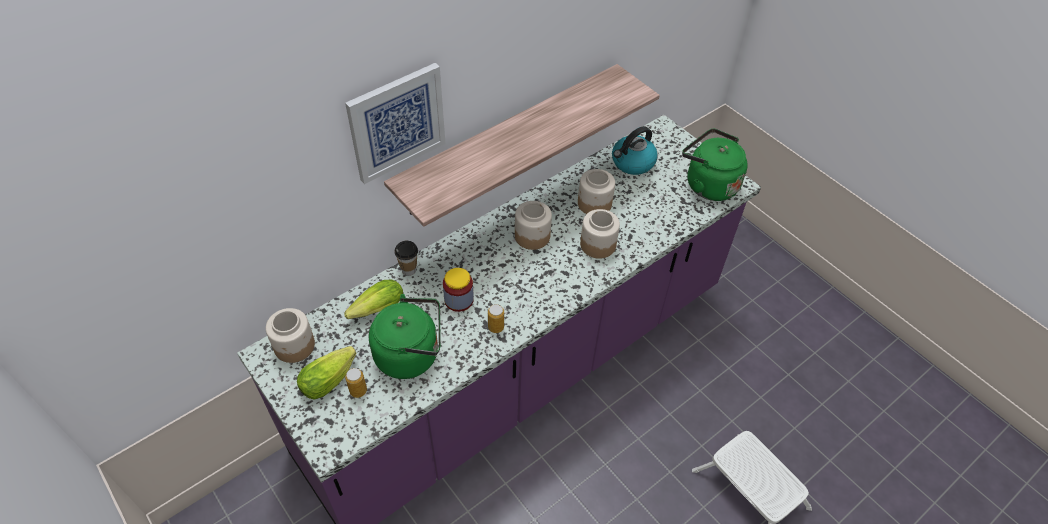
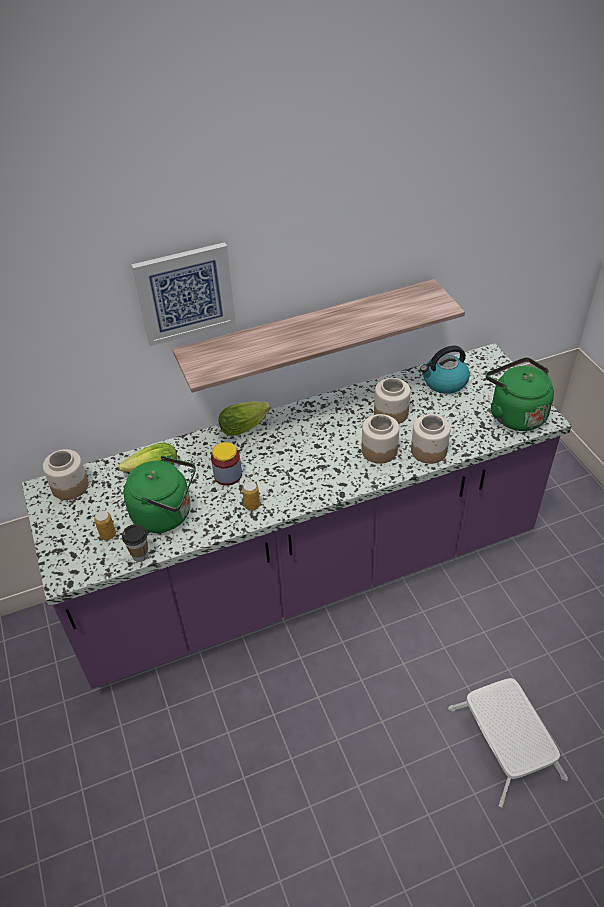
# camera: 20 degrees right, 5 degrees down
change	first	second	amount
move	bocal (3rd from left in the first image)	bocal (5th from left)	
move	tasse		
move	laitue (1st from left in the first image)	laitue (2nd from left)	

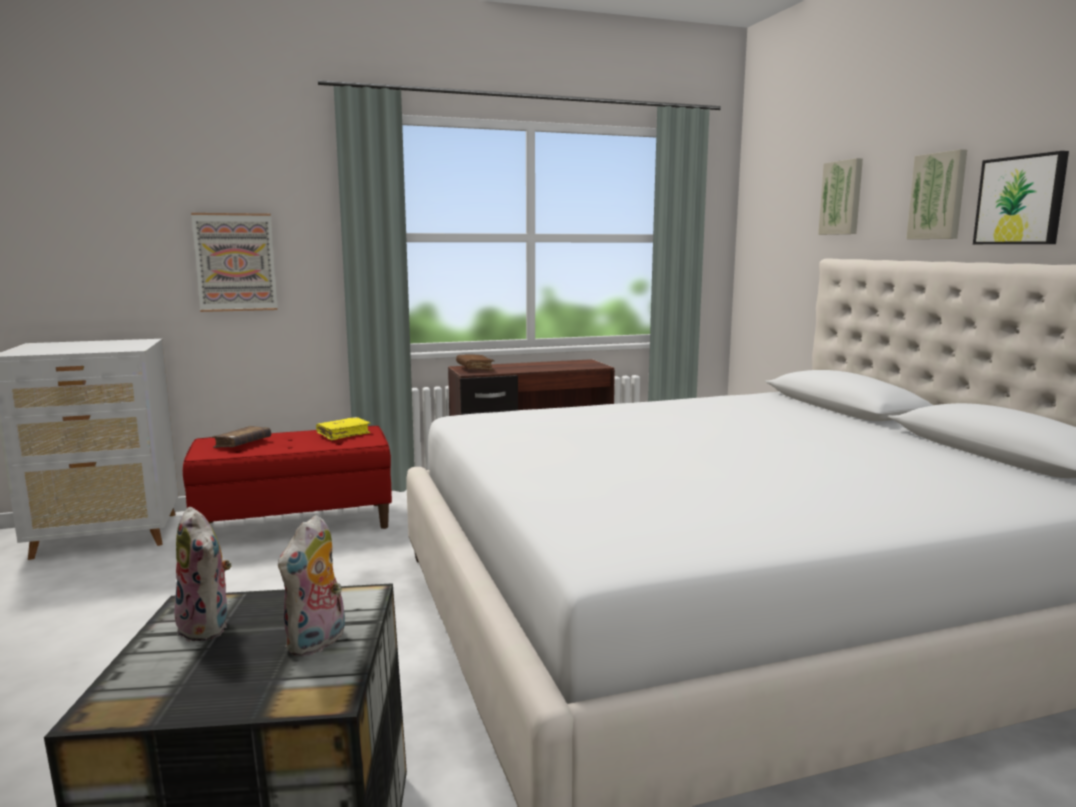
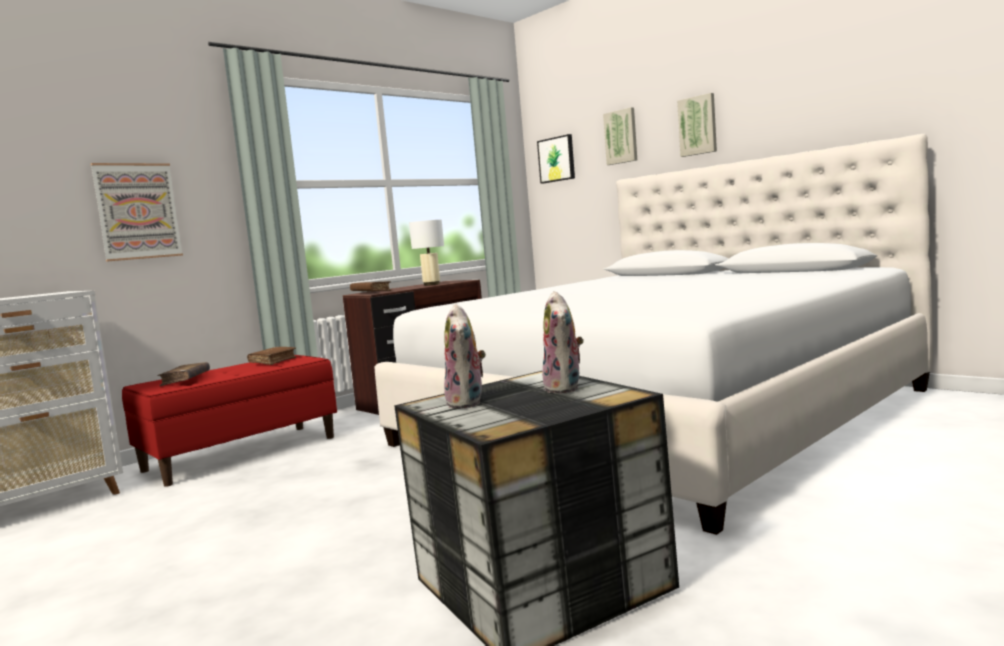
# camera: 25 degrees left, 5 degrees down
change	first	second	amount
move	tableau (4th from left in the first image)	tableau (2nd from left)	
recolor	livre/jaune	livre/marron (2nd from left)	
rotate	peluche (1st from left)		60 degrees clockwise
insert		lampe de table/blanc	

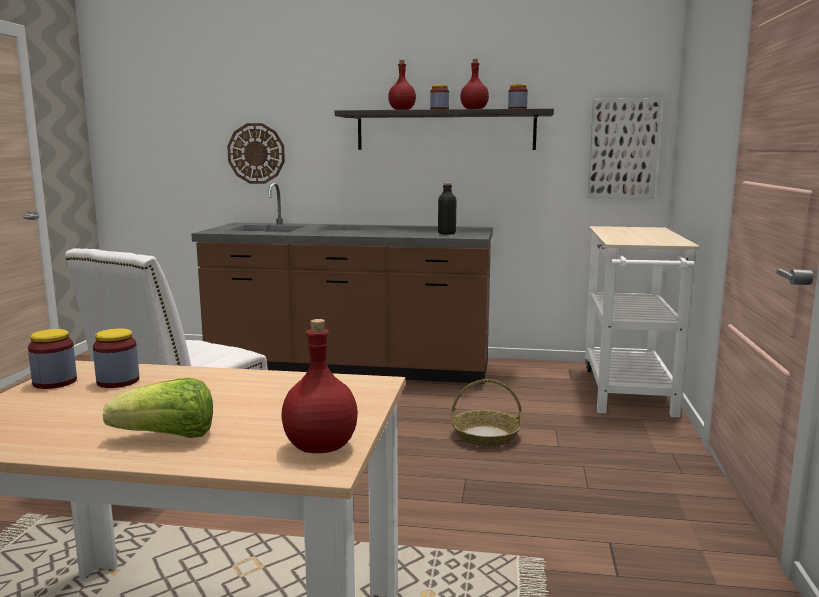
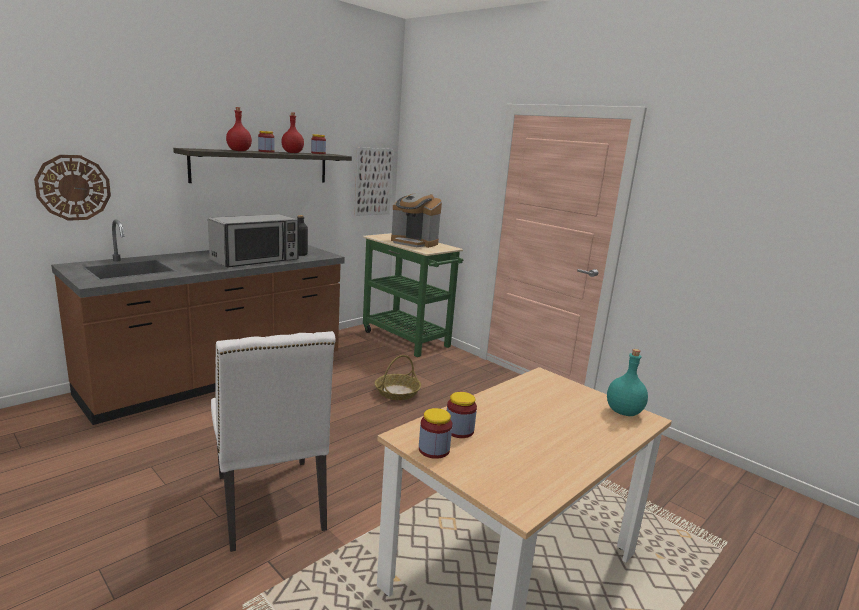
# camera: 55 degrees left, 5 degrees up
change	first	second	amount
recolor	chariot/blanc	chariot/vert	
recolor	bouteille/rouge (1st from left)	bouteille/turquoise	
delete	laitue		
insert		machine à café	
insert		micro-ondes	

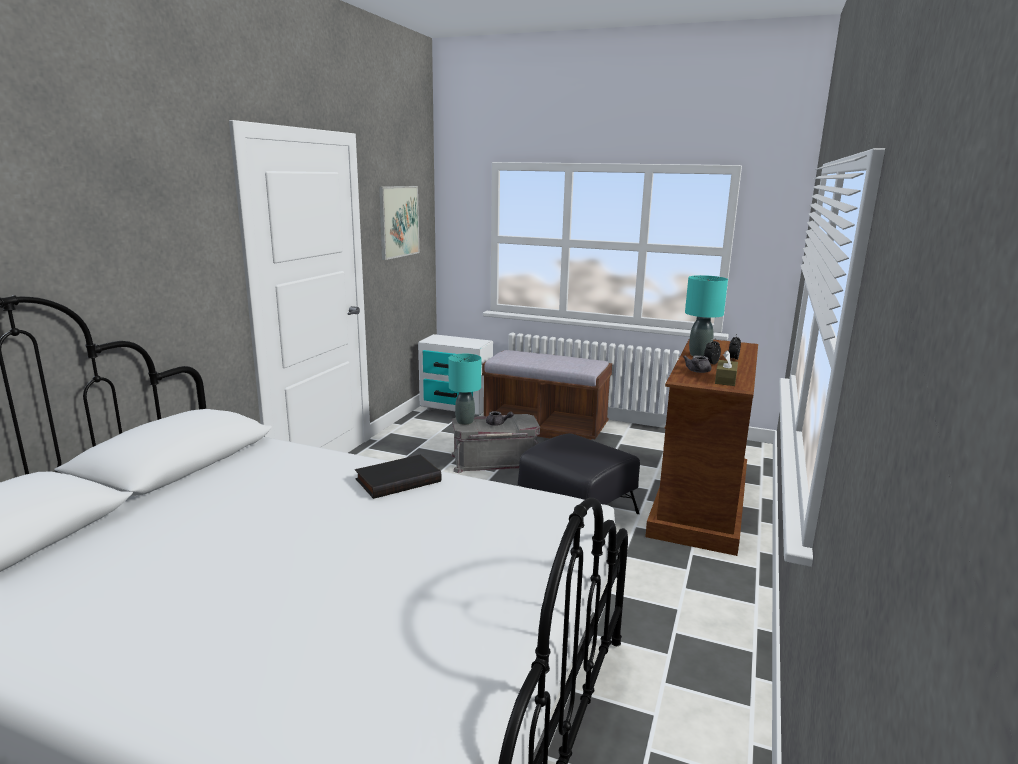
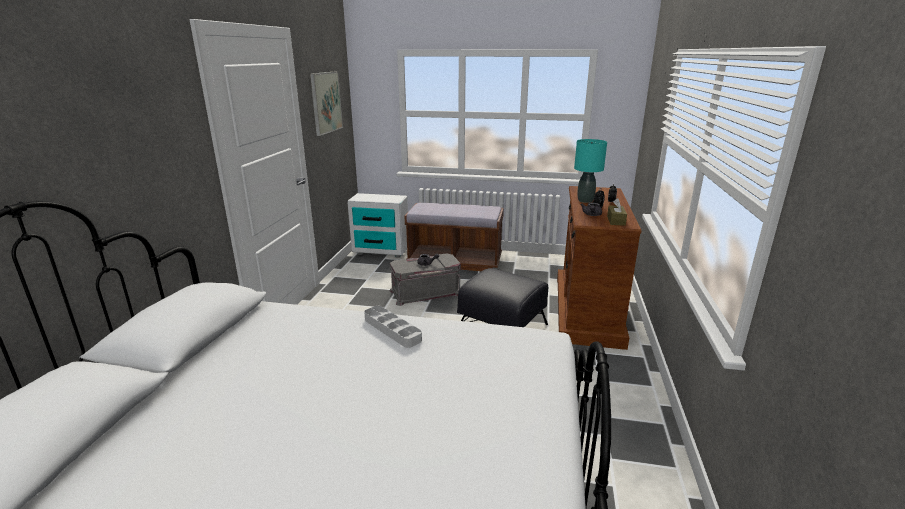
# camera: 10 degrees left, 5 degrees up
change	first	second	amount
delete	lampe de table/turquoise (1st from left)		
replace	livre/noir	plateau/gris	

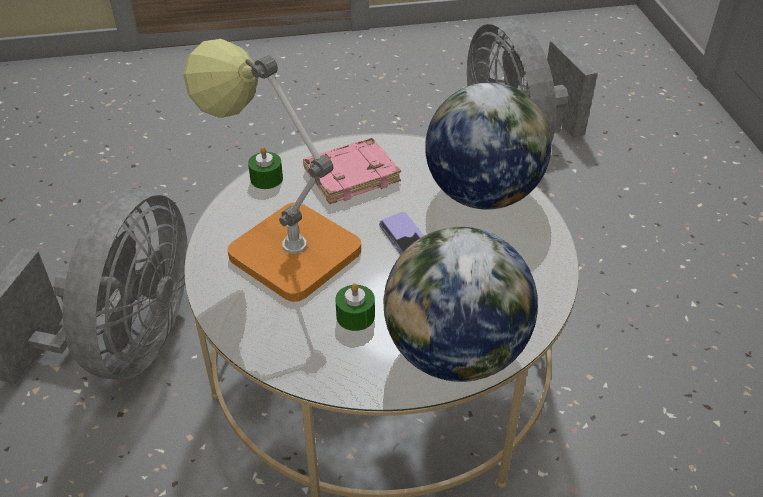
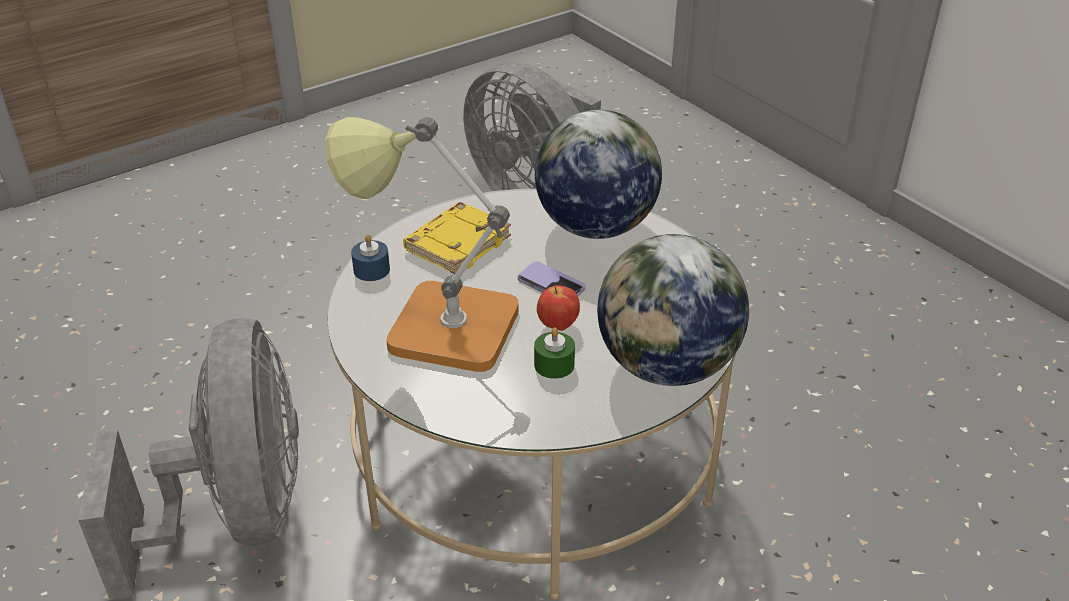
# camera: 25 degrees left, 5 degrees down
change	first	second	amount
recolor	livre/rose	livre/jaune	
recolor	bougie/vert (1st from left)	bougie/bleu	
insert		pomme	

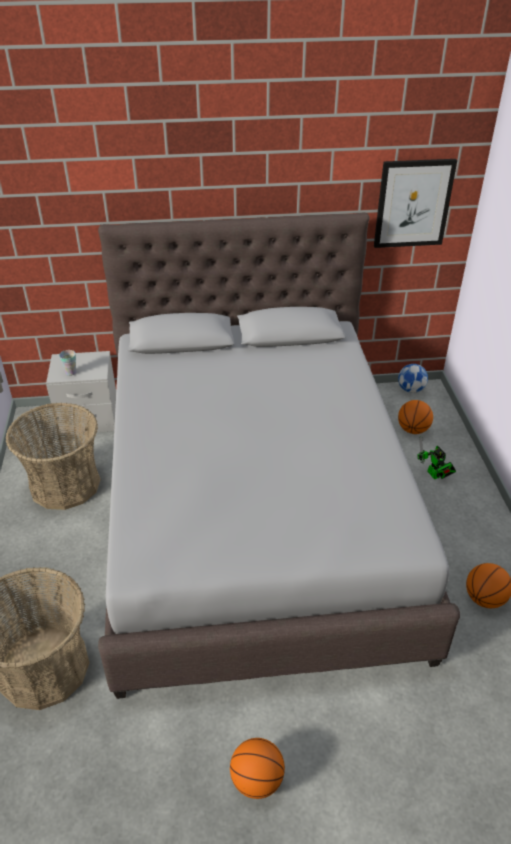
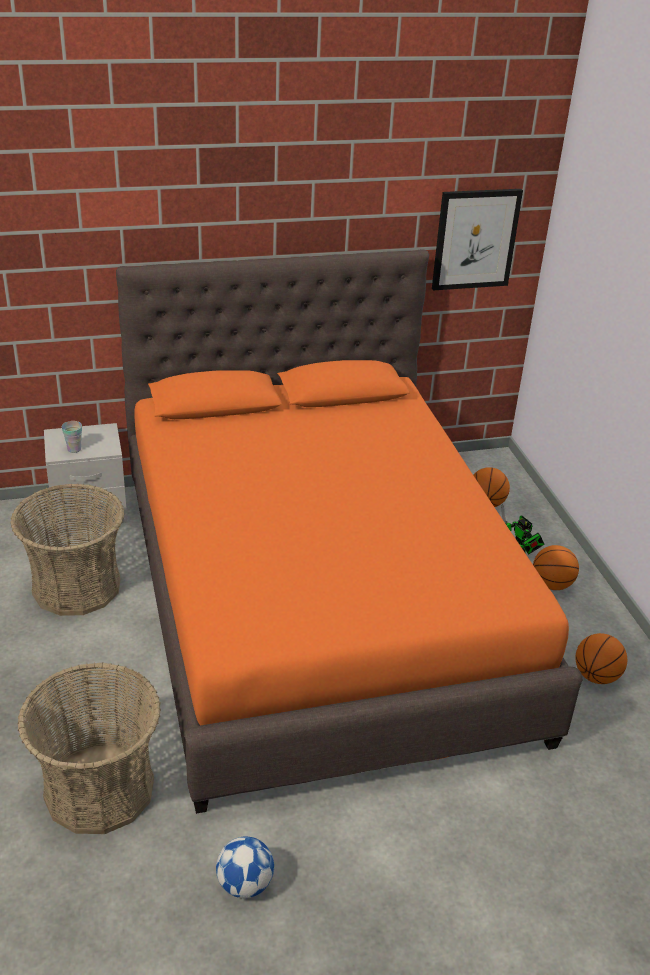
# camera: 10 degrees left, 5 degrees down
change	first	second	amount
recolor	lit/gris	lit/orange	
move	ballon de foot		
move	ballon de basket (1st from left in the first image)	ballon de basket (2nd from left)	

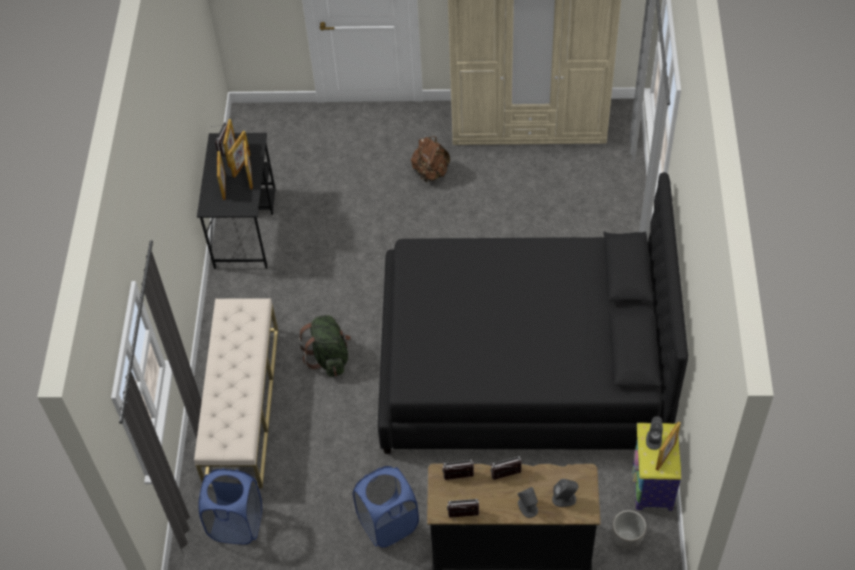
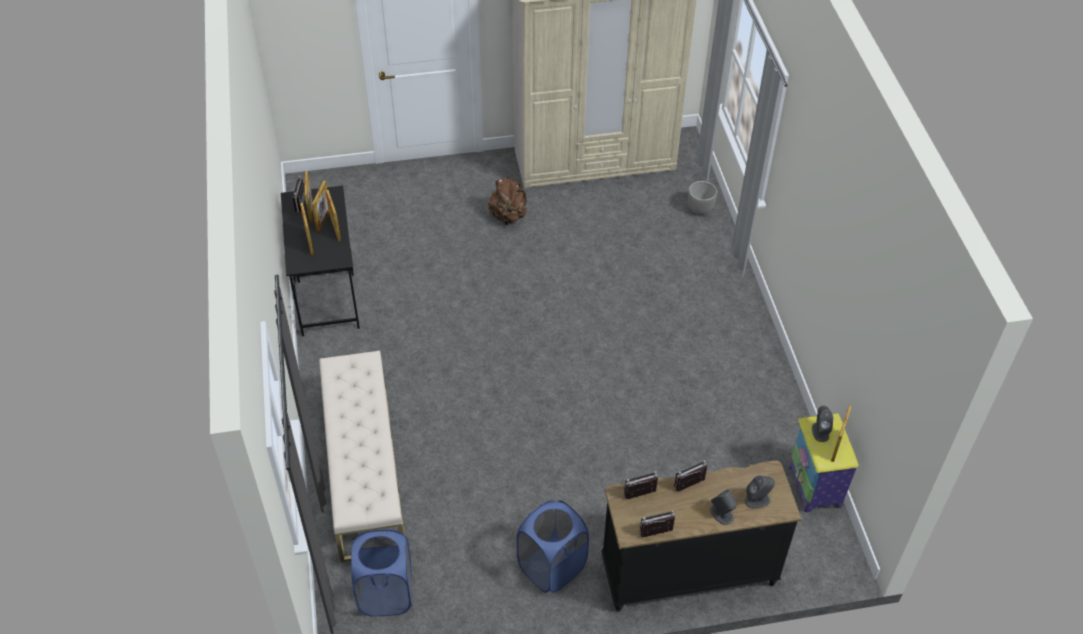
# camera: 15 degrees left, 5 degrees down
change	first	second	amount
delete	lit/noir		
delete	sac à dos/vert		
move	cache-pot		

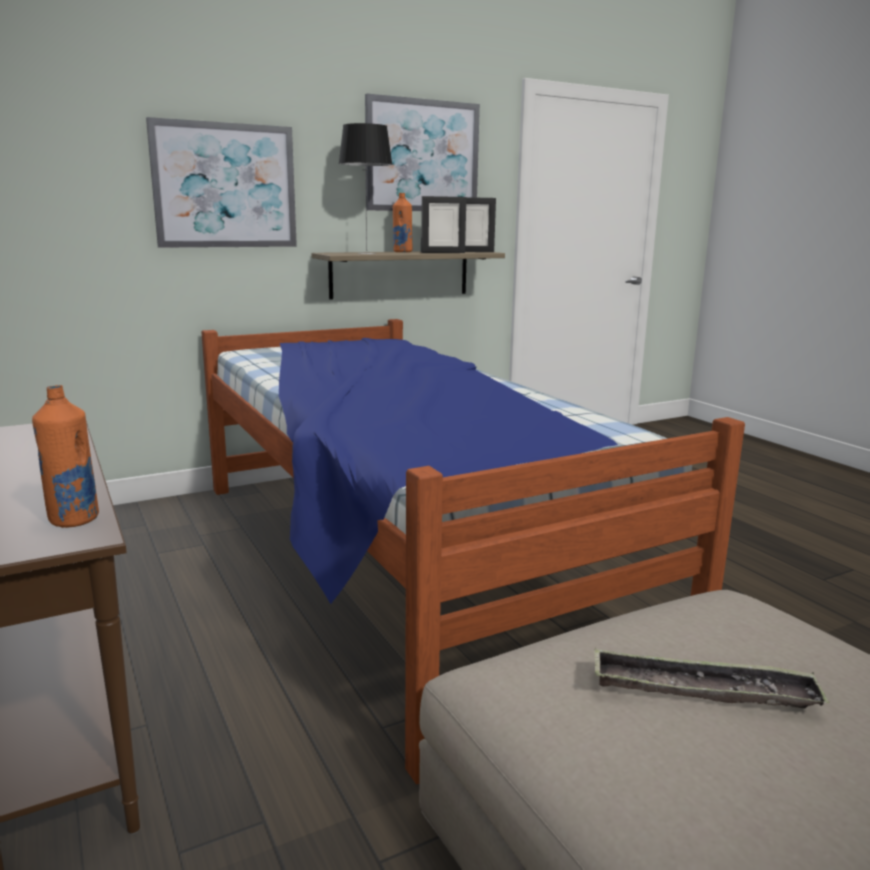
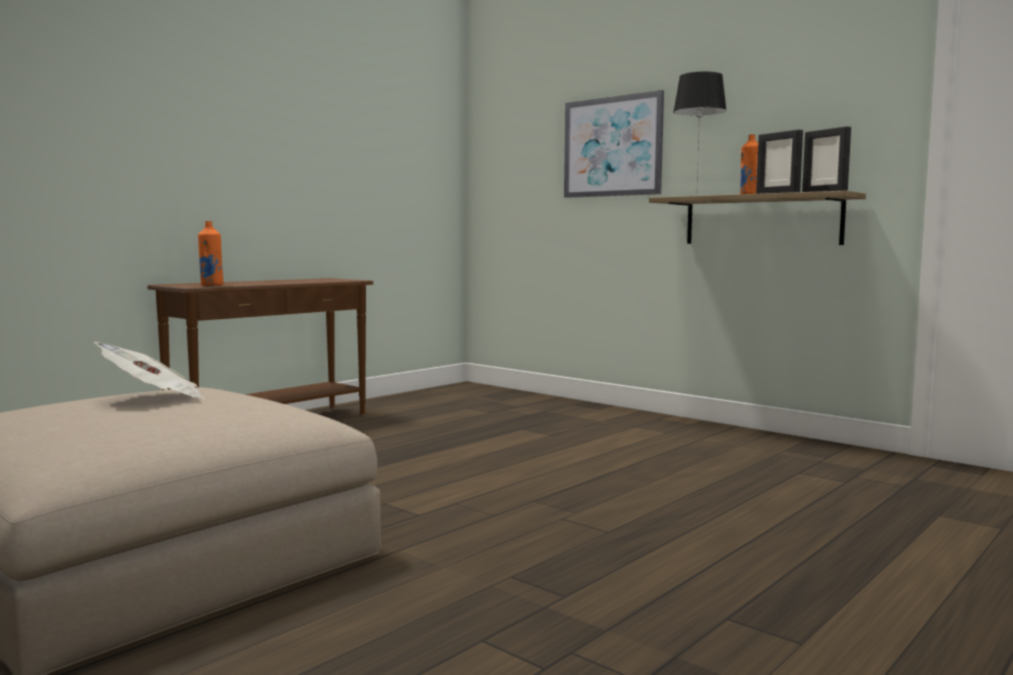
# camera: 70 degrees right, 10 degrees down
change	first	second	amount
delete	tableau (2nd from left)		
delete	lit		
replace	plateau	journal	

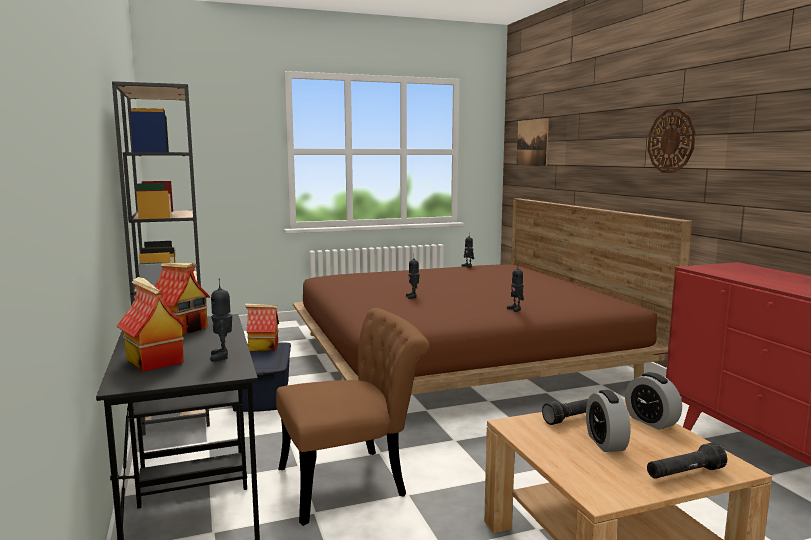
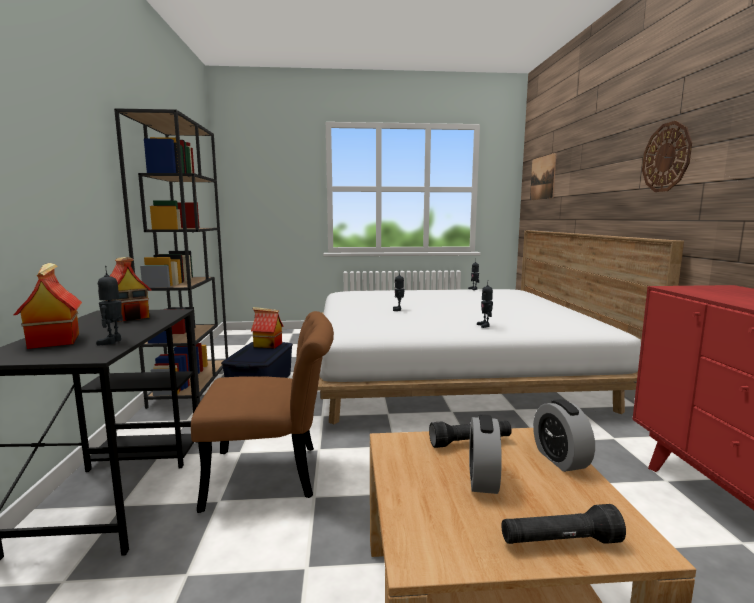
# camera: 15 degrees right, 0 degrees up
change	first	second	amount
recolor	lit/marron	lit/blanc	

